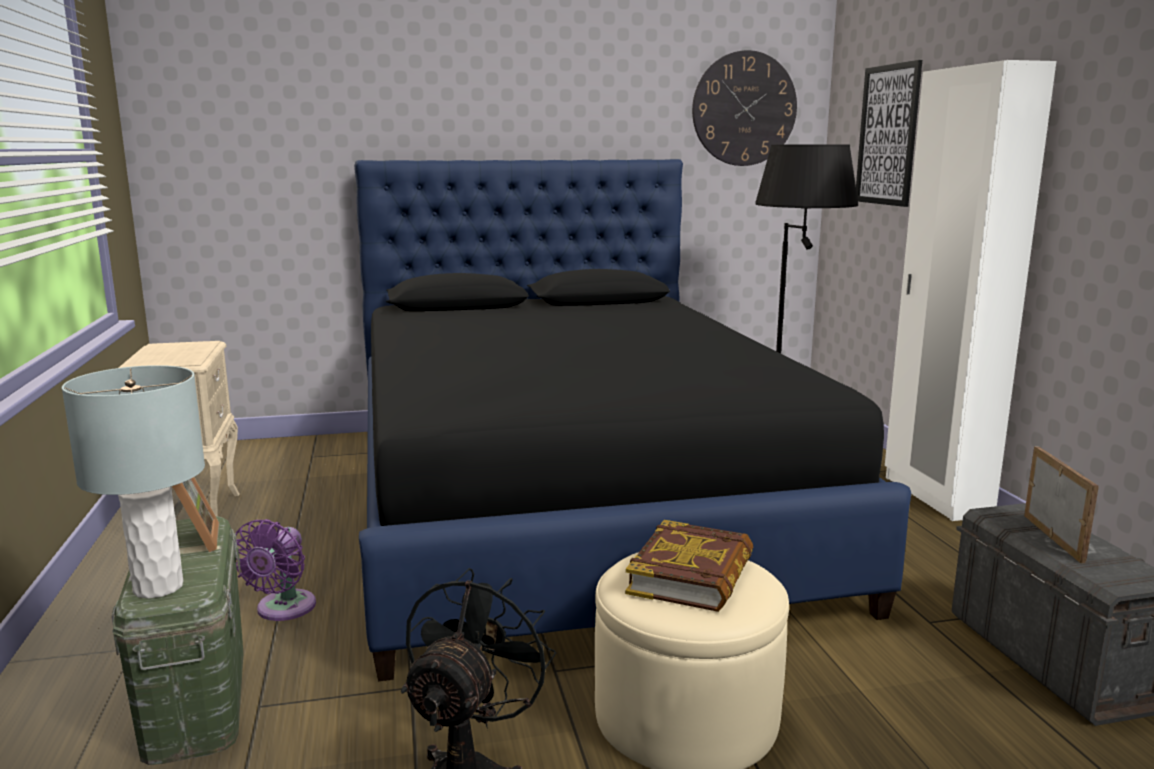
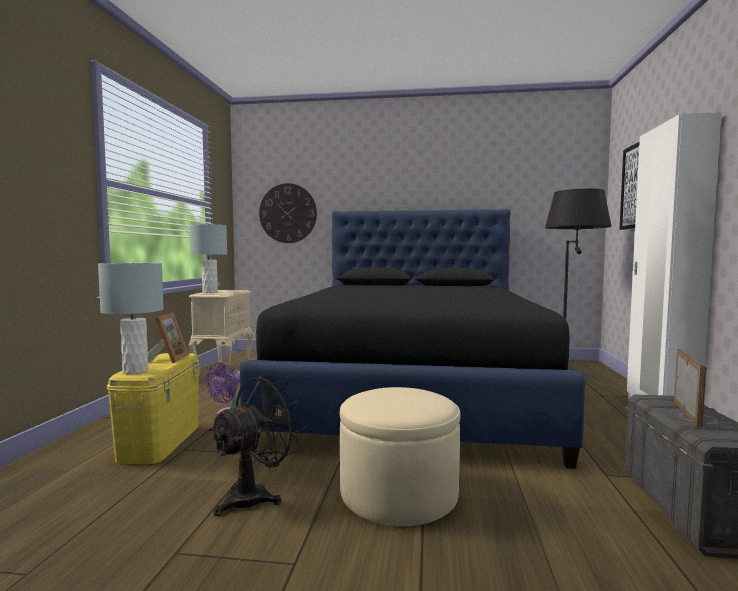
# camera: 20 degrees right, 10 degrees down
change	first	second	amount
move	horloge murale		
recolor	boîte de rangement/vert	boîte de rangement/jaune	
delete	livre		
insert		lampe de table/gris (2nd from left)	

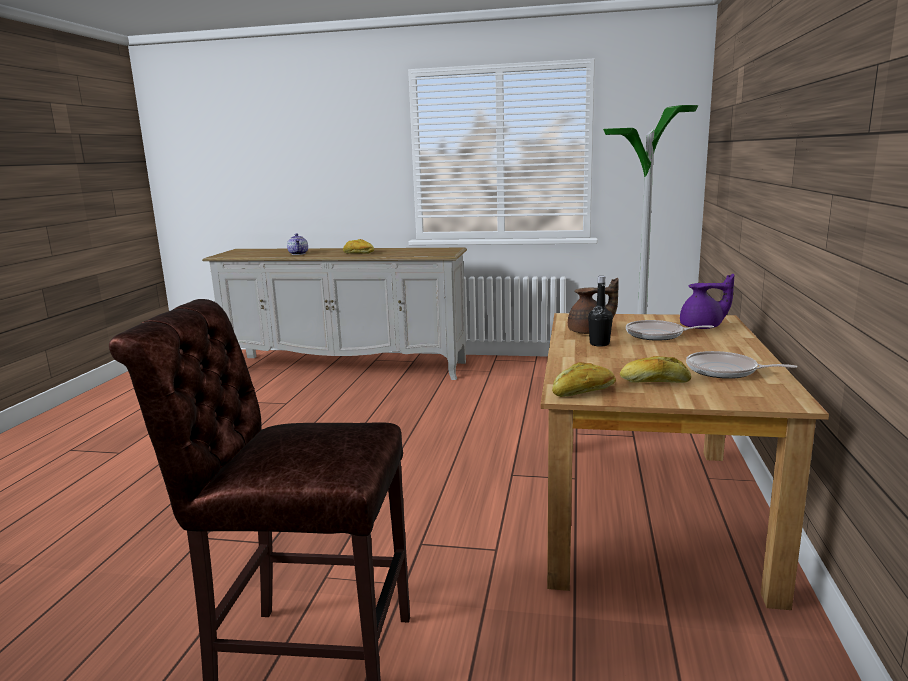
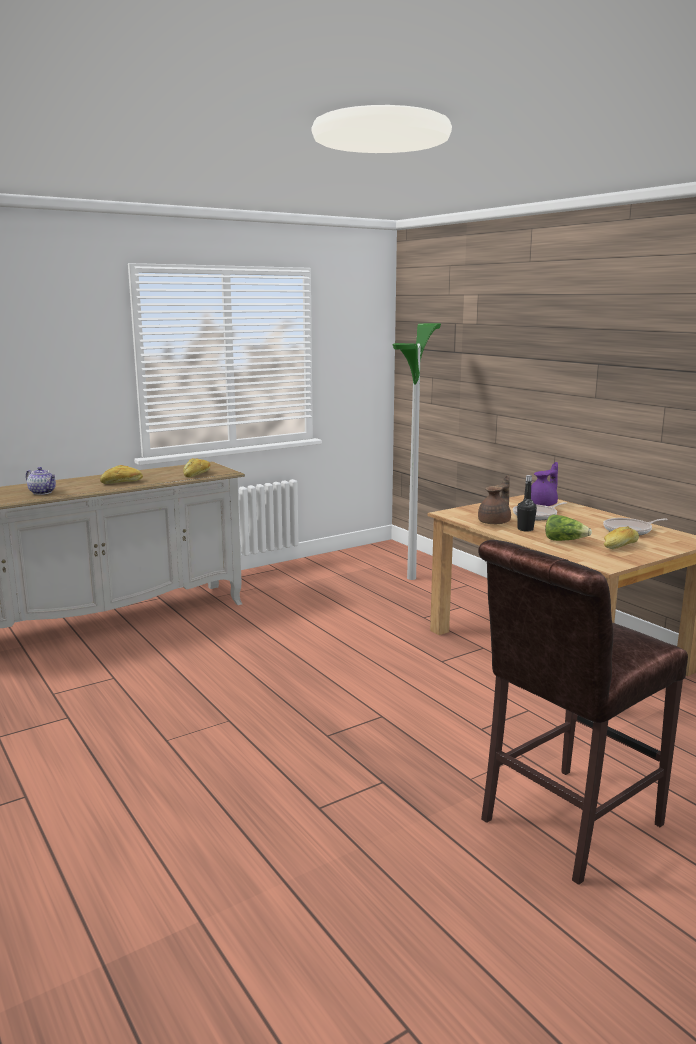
# camera: 45 degrees left, 0 degrees up
change	first	second	amount
move	pain (2nd from left)		
insert		laitue	

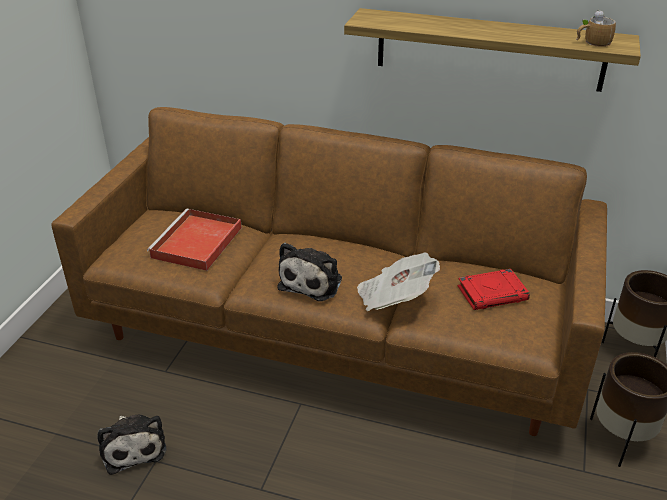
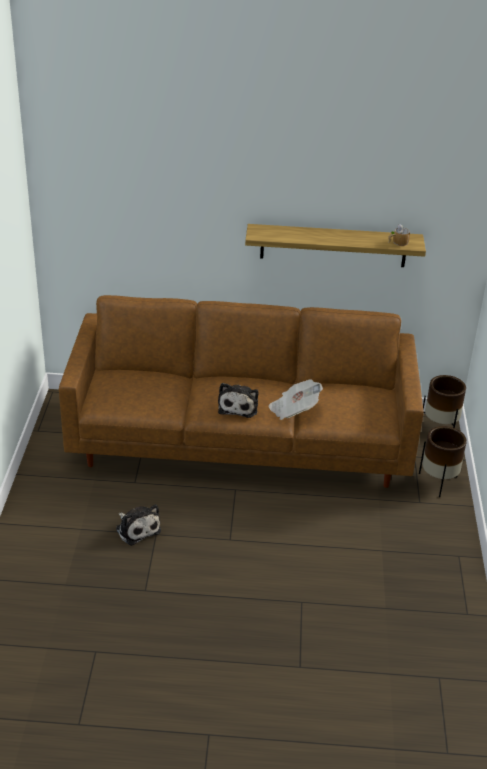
# camera: 15 degrees left, 0 degrees up
change	first	second	amount
delete	plateau/rouge		
delete	livre/rouge		

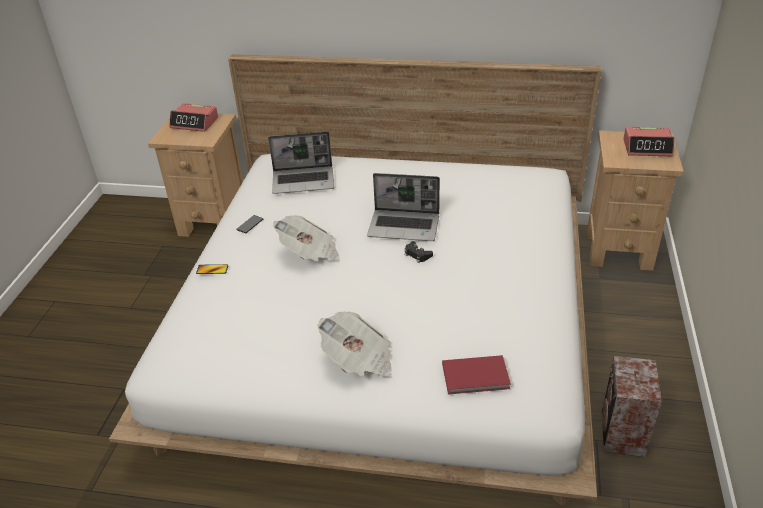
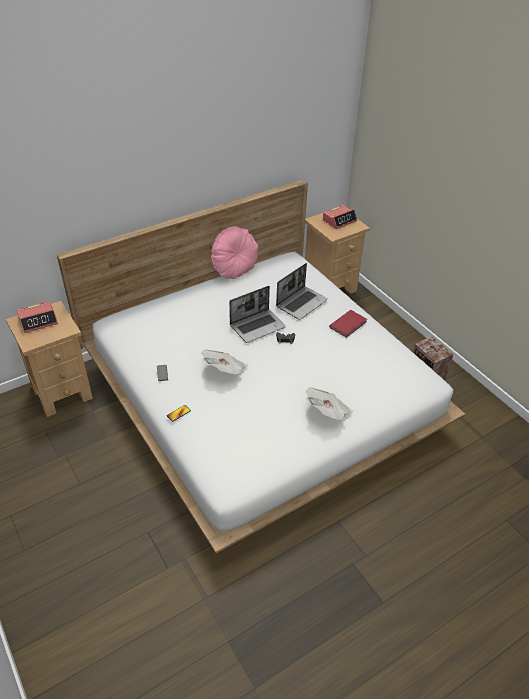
# camera: 45 degrees left, 5 degrees up
change	first	second	amount
move	ordinateur portable (1st from left in the first image)	ordinateur portable (2nd from left)	
move	livre/rouge		
insert		coussin/rose	

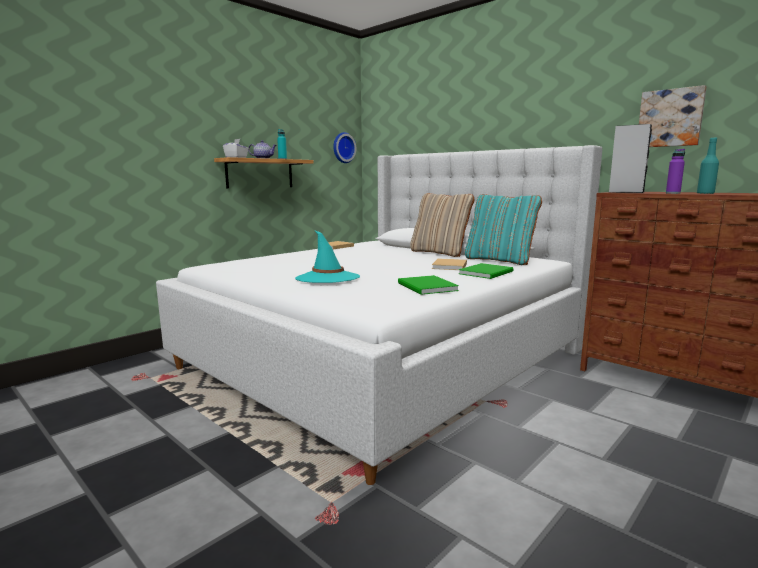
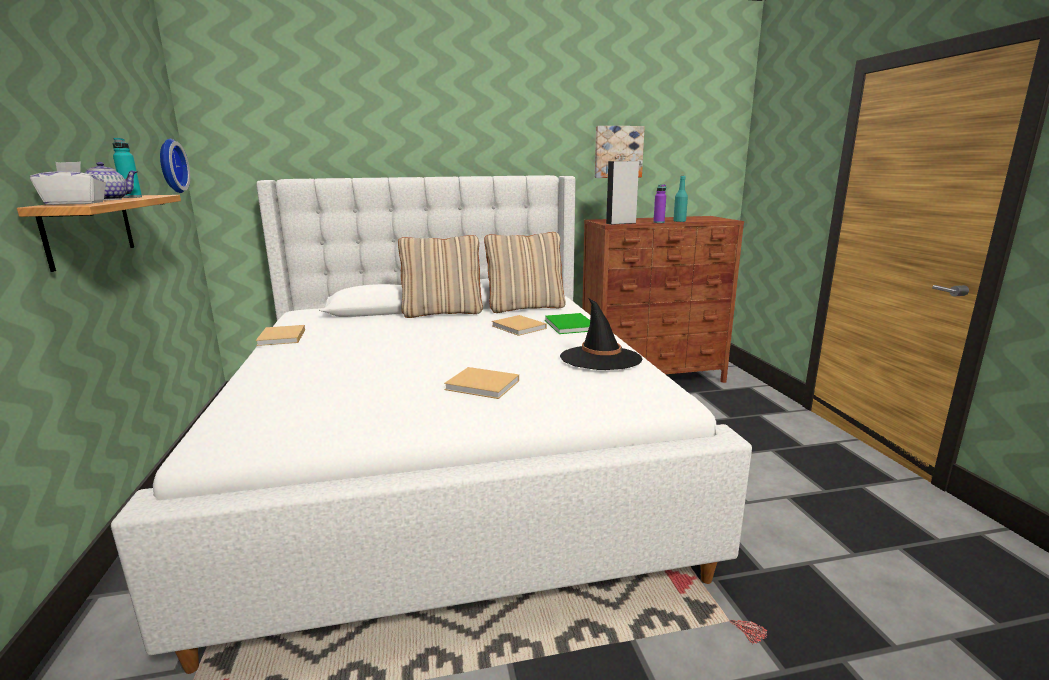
# camera: 55 degrees left, 5 degrees up
change	first	second	amount
recolor	coussin/turquoise	coussin/beige (2nd from left)	
replace	chapeau/turquoise	livre/beige (2nd from left)	
replace	livre/vert (1st from left)	chapeau/noir	

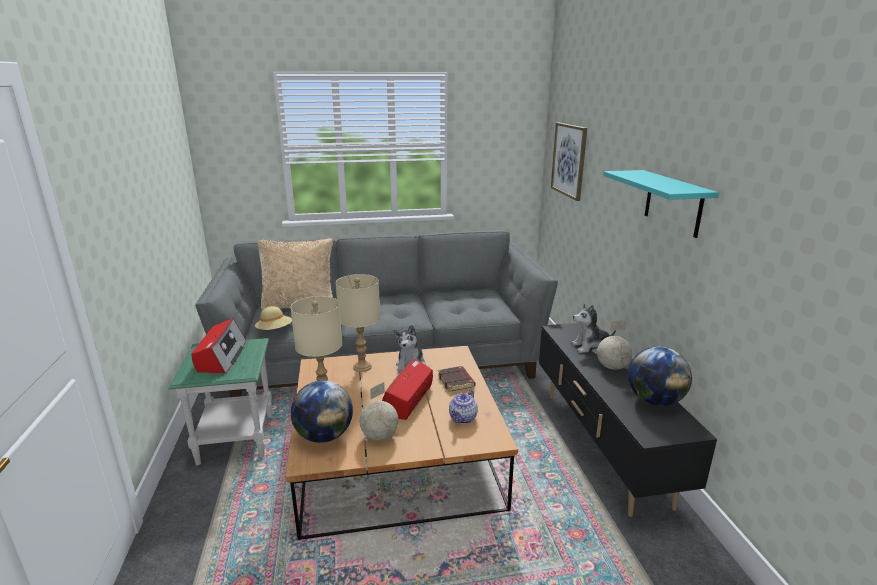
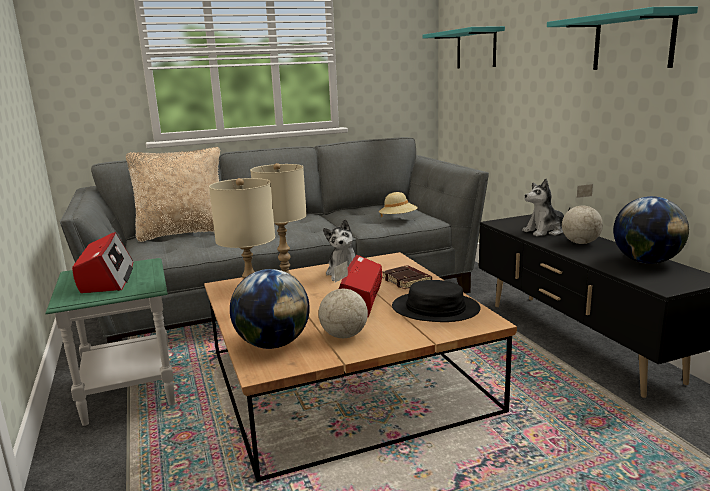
# camera: 10 degrees left, 5 degrees down
change	first	second	amount
replace	tableau	étagère/turquoise (1st from left)	
move	chapeau/beige		
replace	théière	chapeau/noir	

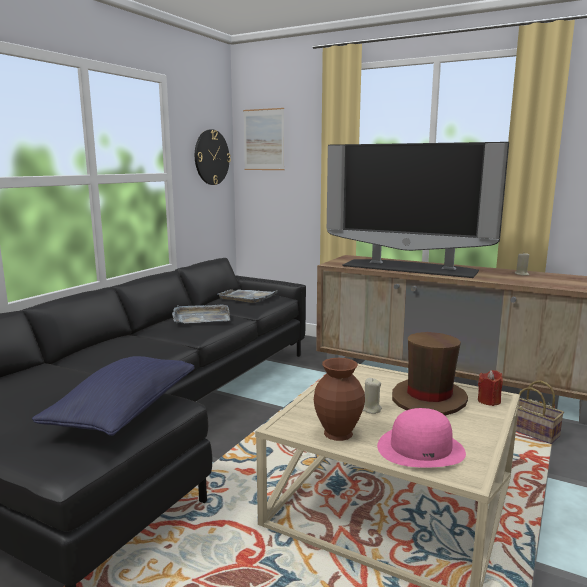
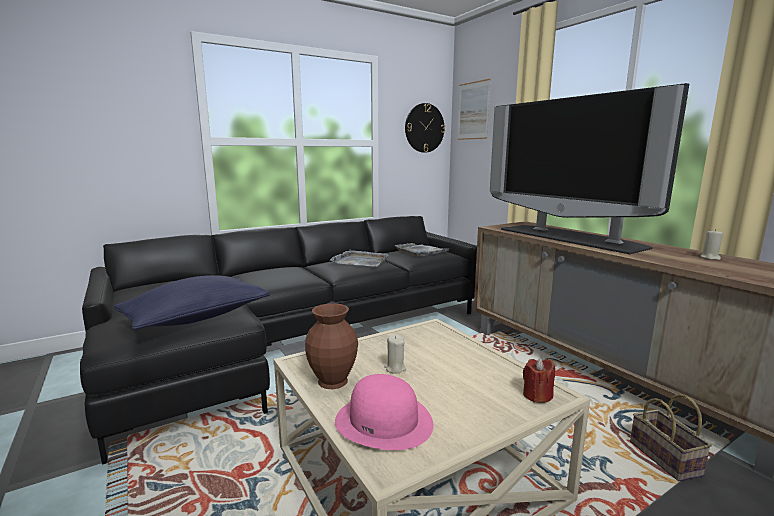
# camera: 30 degrees right, 0 degrees up
change	first	second	amount
delete	chapeau/marron		

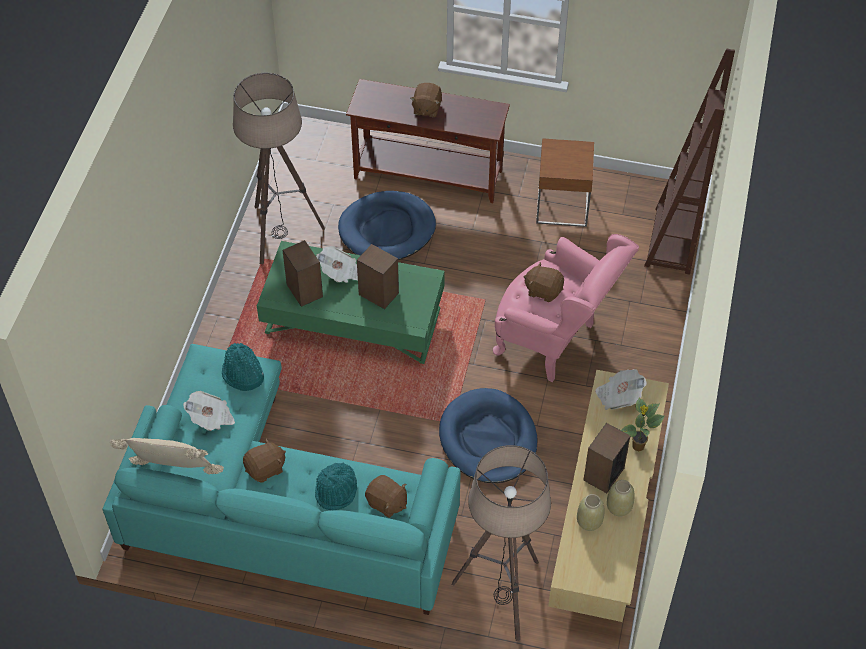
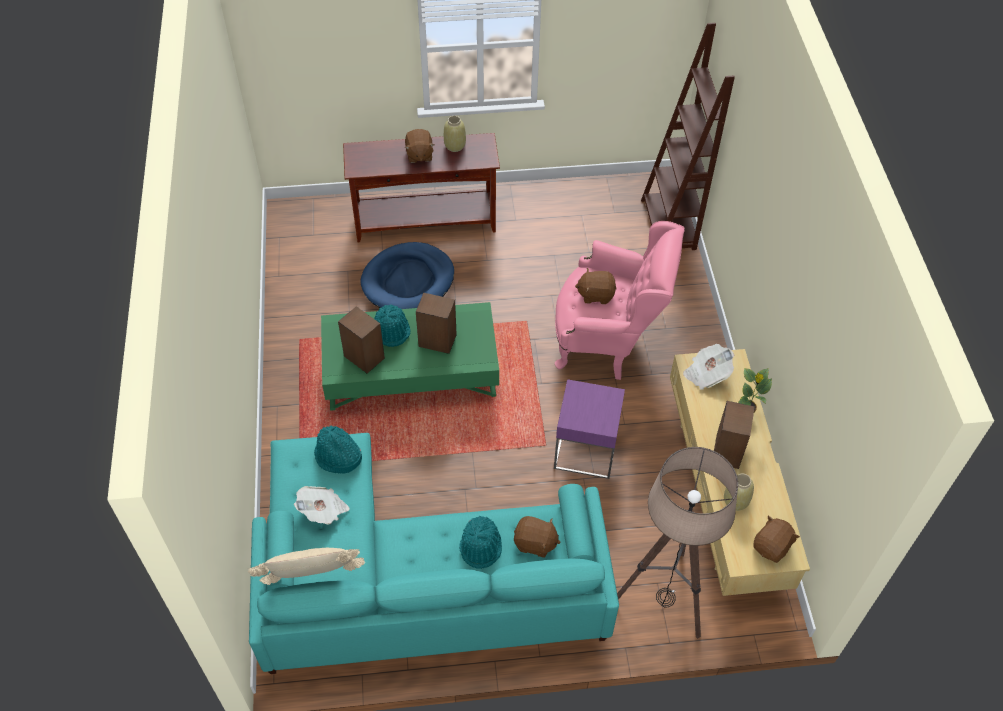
# camera: 20 degrees left, 0 degrees up
change	first	second	amount
delete	lampadaire (1st from left)		
delete	table d'appoint/marron		
replace	journal (2nd from left)	chapeau/turquoise (2nd from left)	
replace	panier pour chien/bleu (2nd from left)	table d'appoint/violet	
move	peluche/marron (1st from left in the first image)	peluche/marron (4th from left)	
move	vase/beige (2nd from left in the first image)	vase/beige (1st from left)	

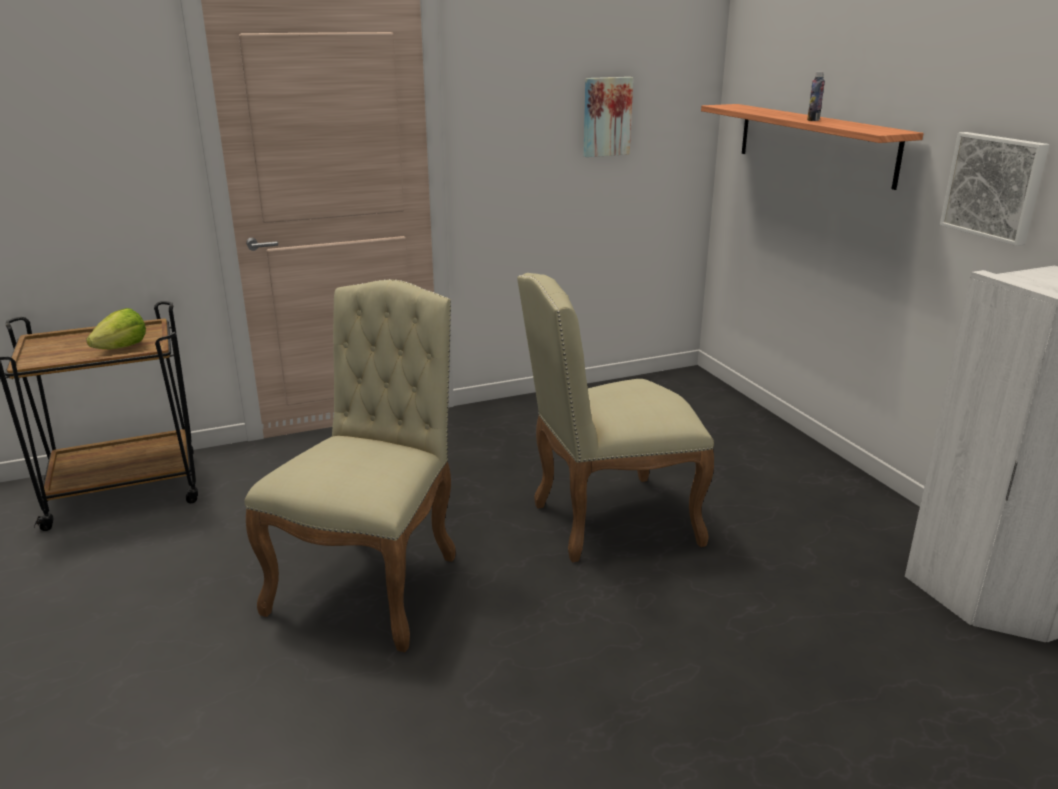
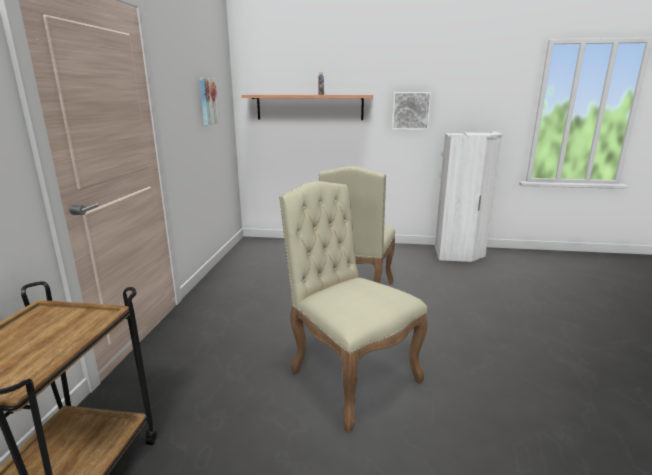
# camera: 60 degrees left, 5 degrees down
change	first	second	amount
delete	laitue		

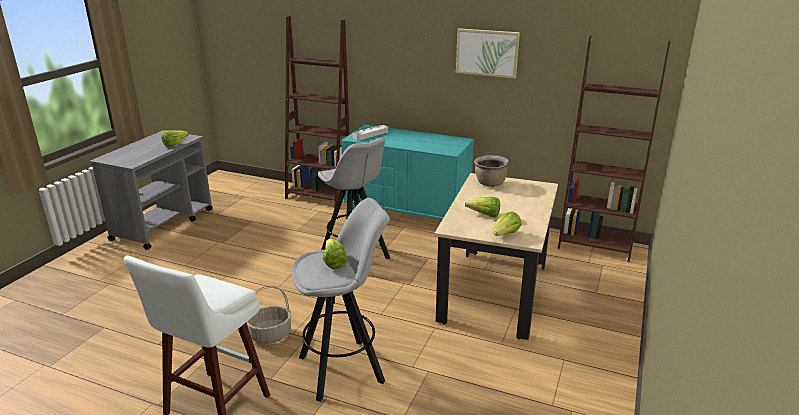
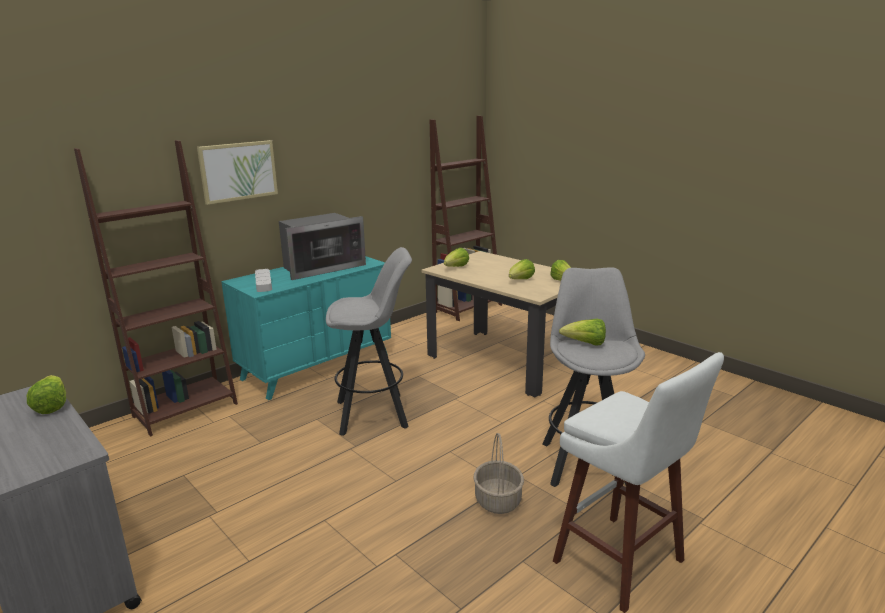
# camera: 65 degrees left, 5 degrees down
change	first	second	amount
move	tableau		
replace	marmite/marron	laitue (2nd from left)	
insert		micro-ondes	

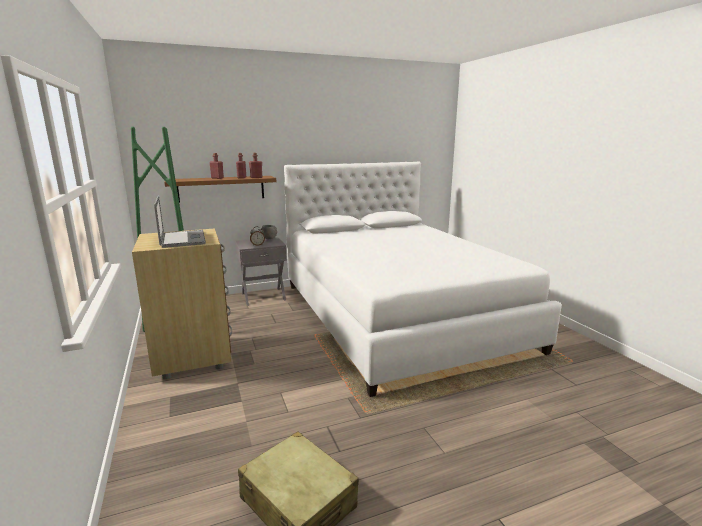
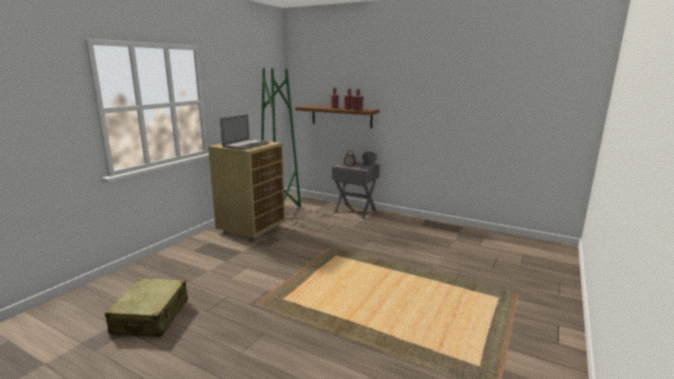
# camera: 50 degrees right, 0 degrees up
change	first	second	amount
delete	lit/blanc		

